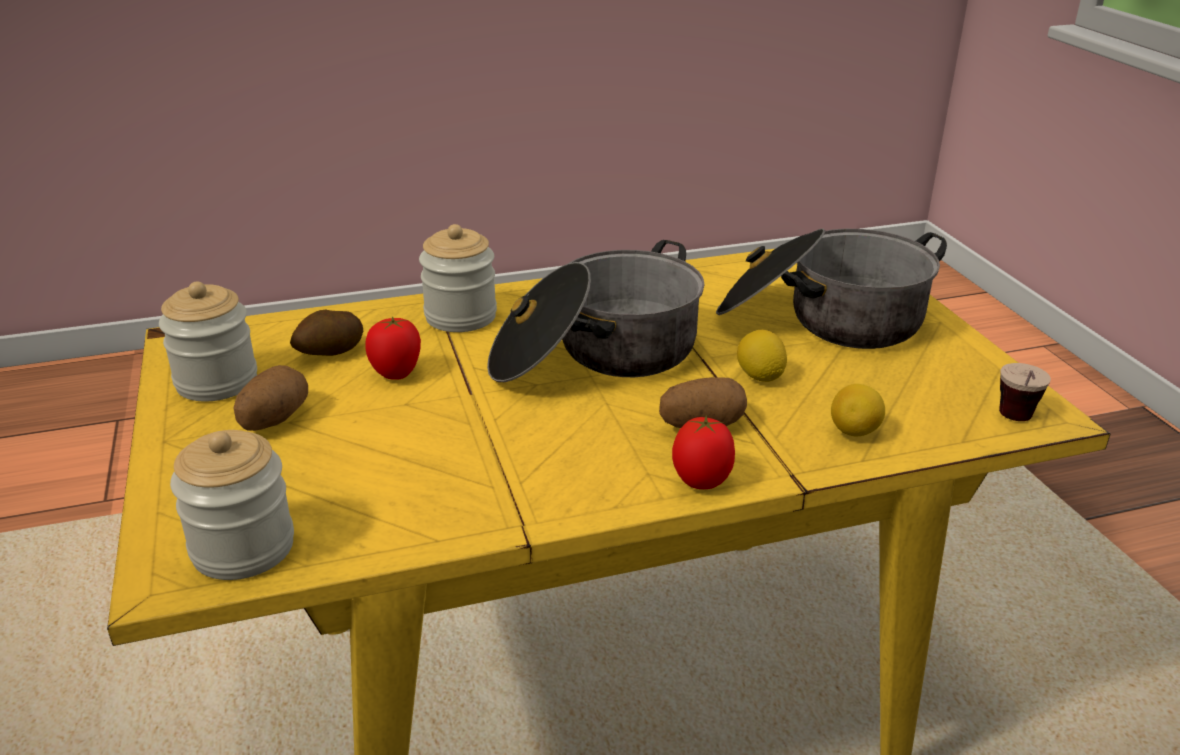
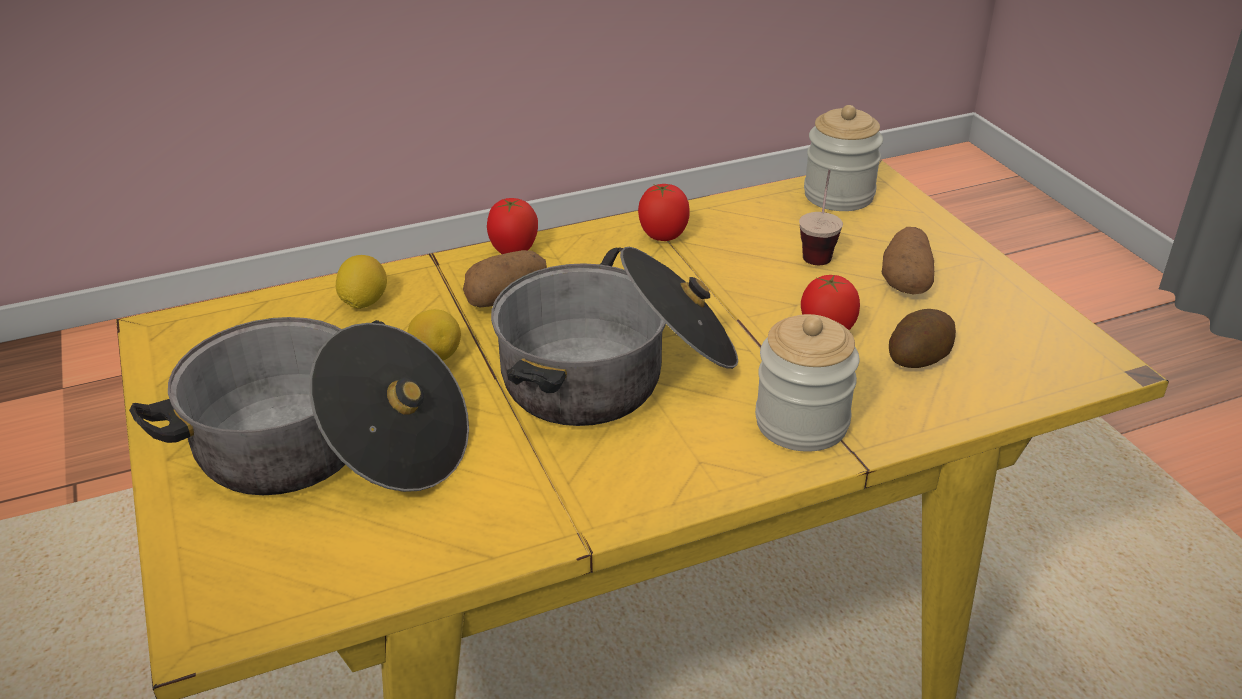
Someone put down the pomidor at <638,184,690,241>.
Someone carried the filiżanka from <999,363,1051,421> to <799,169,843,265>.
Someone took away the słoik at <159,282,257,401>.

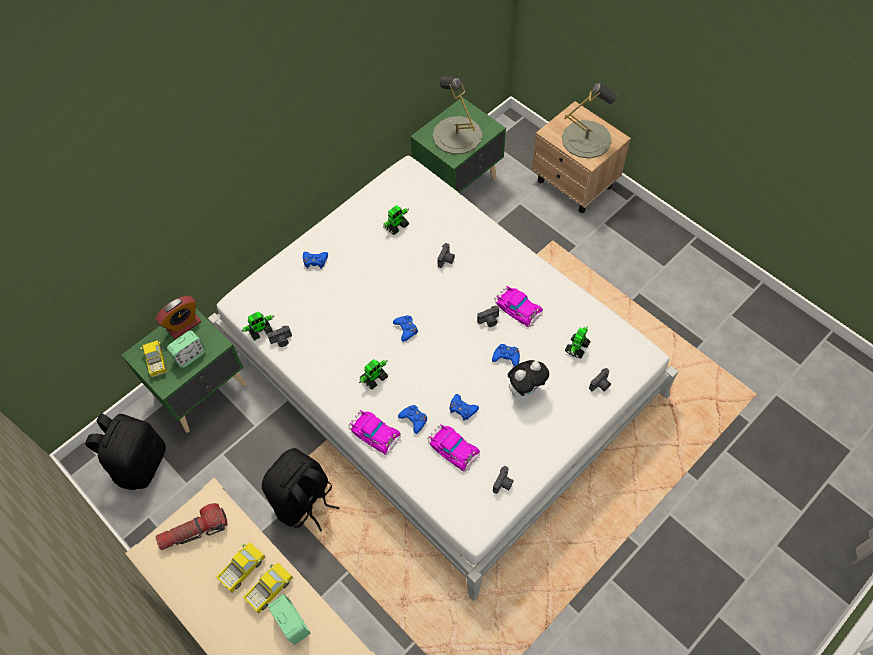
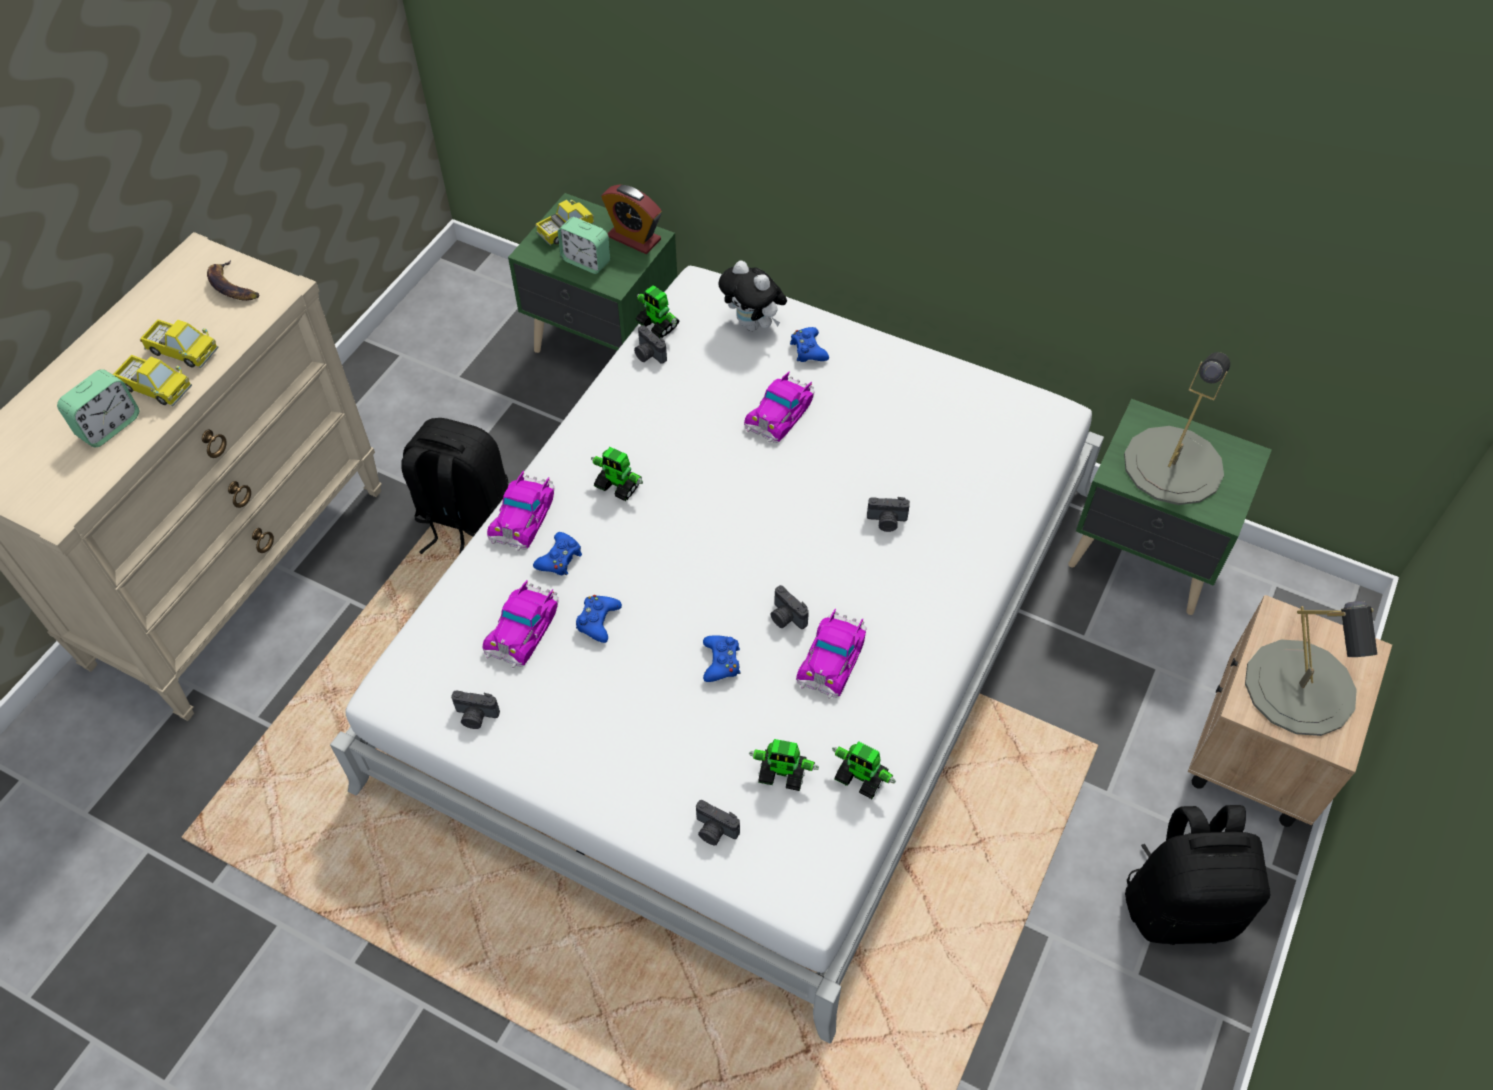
Someone swapped the latarka at <156,503,227,550> for the banan at <207,260,259,301>.
Someone carried the pluszak from <508,360,549,397> to <718,260,787,331>.
Someone put down the samochodzik at <744,371,815,443>.
Someone carried the robot zabawkowy from <383,205,409,235> to <832,741,896,799>.
Someone carried the plecak/czarny from <85,413,166,490> to <1125,805,1270,945>.
Someone took away the pad do gier/niebieski at <393,315,418,342>.

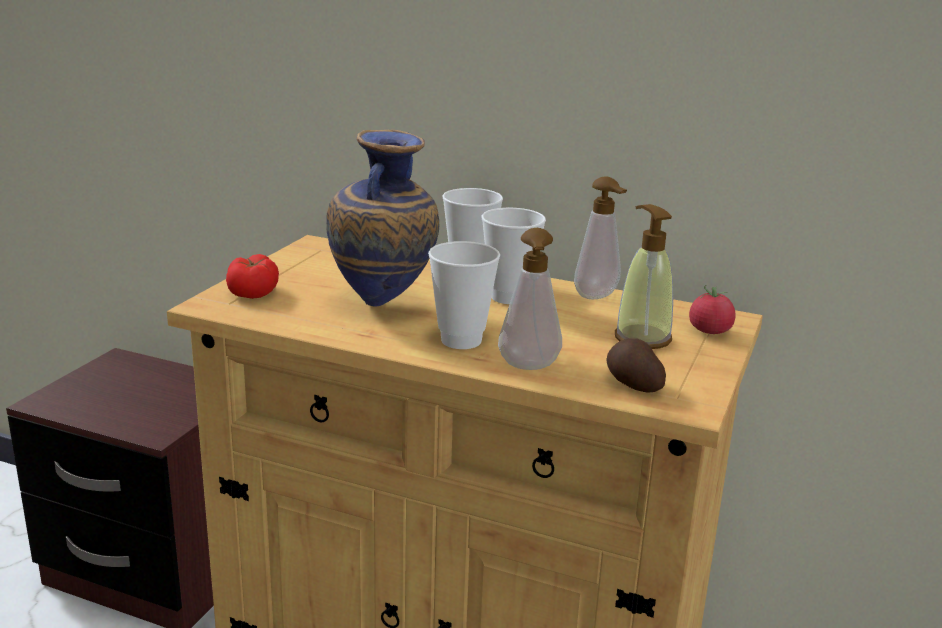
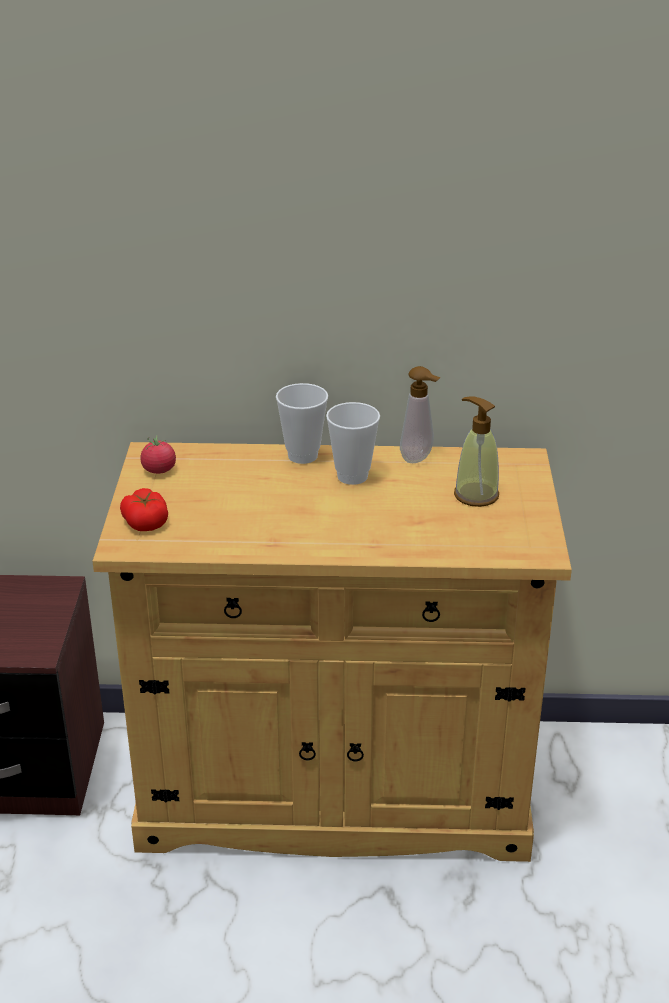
Someone carried the pomidor from <689,285,736,334> to <140,436,176,474>.
Someone took away the wazon at <326,130,439,306>.
Someone took away the filiżanka at <428,241,500,349>.
Someone took away the dozownik mydła at <498,228,562,370>.
Someone took away the ziemniak at <606,338,666,393>.

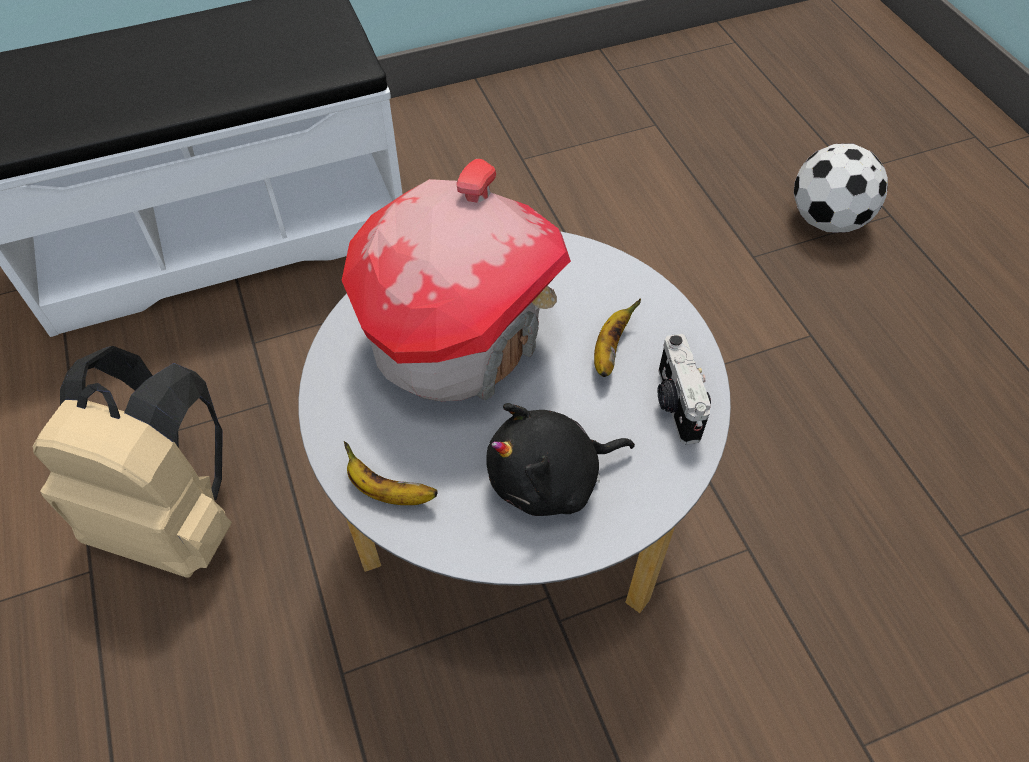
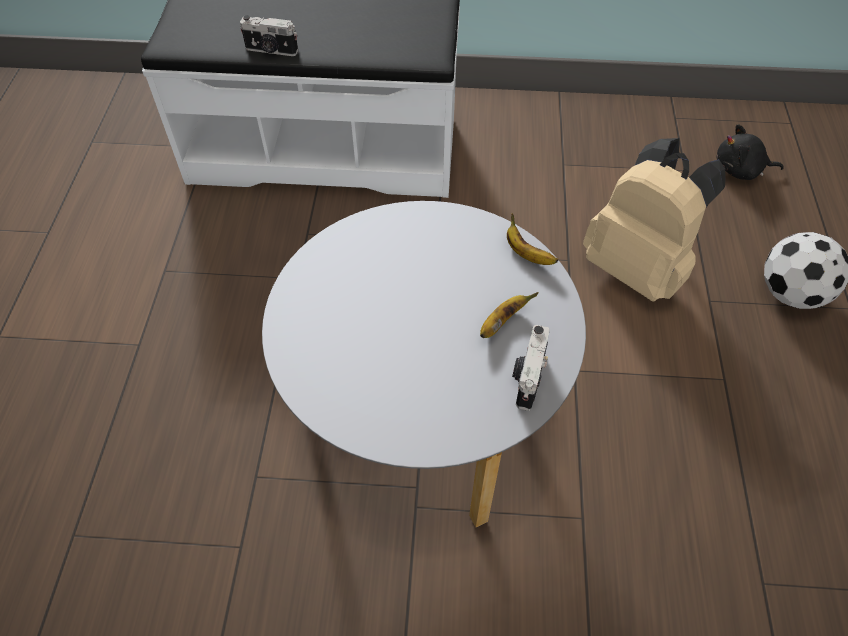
Someone put down the aparat fotograficzny at <240,15,298,56>.
Someone carried the banan from <344,441,438,505> to <507,214,558,265>.
Someone carried the plecak/beżowy from <33,346,232,578> to <583,138,725,302>.
Someone carried the pluszak/czarny from <486,403,635,516> to <716,124,784,180>.
Someone took away the domek at <342,159,571,401>.

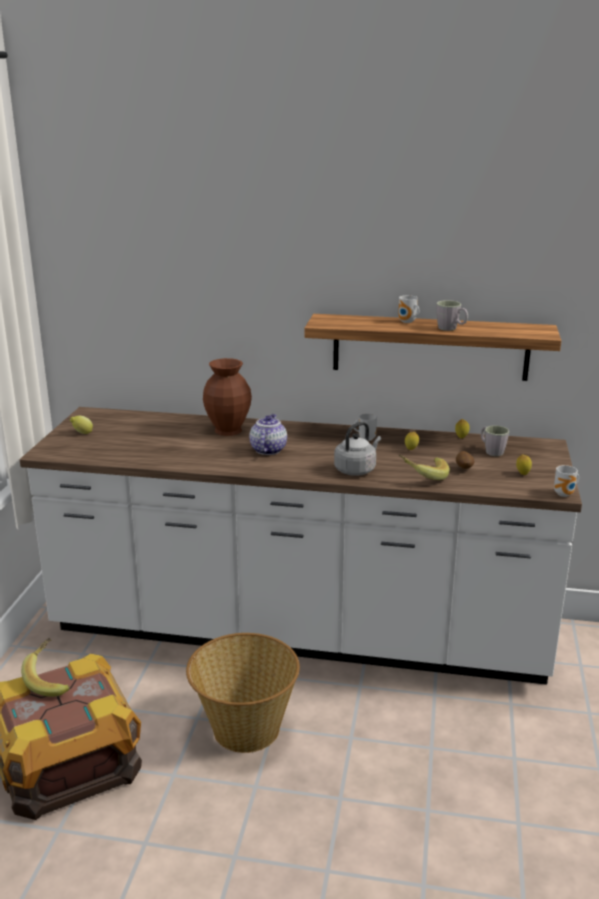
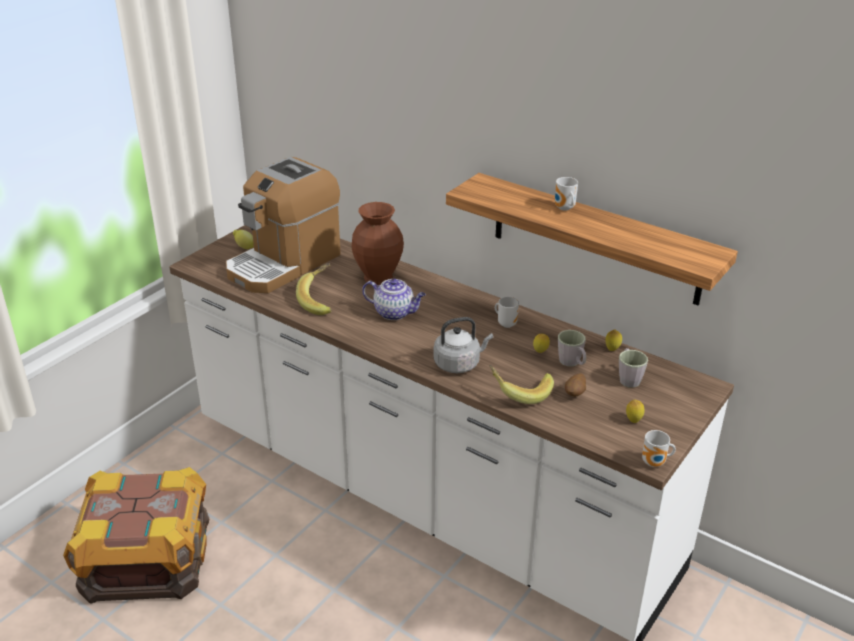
Someone put down the ekspres do kawy at <226,157,341,293>.
Someone carried the banan from <21,638,70,697> to <296,263,332,315>.
Someone rotated the imbryk at <249,414,287,455> by 75 degrees clockwise.
Someone carried the kubek/szary from <436,300,468,331> to <558,330,586,367>.
Someone took away the koszyk at <186,633,300,753>.

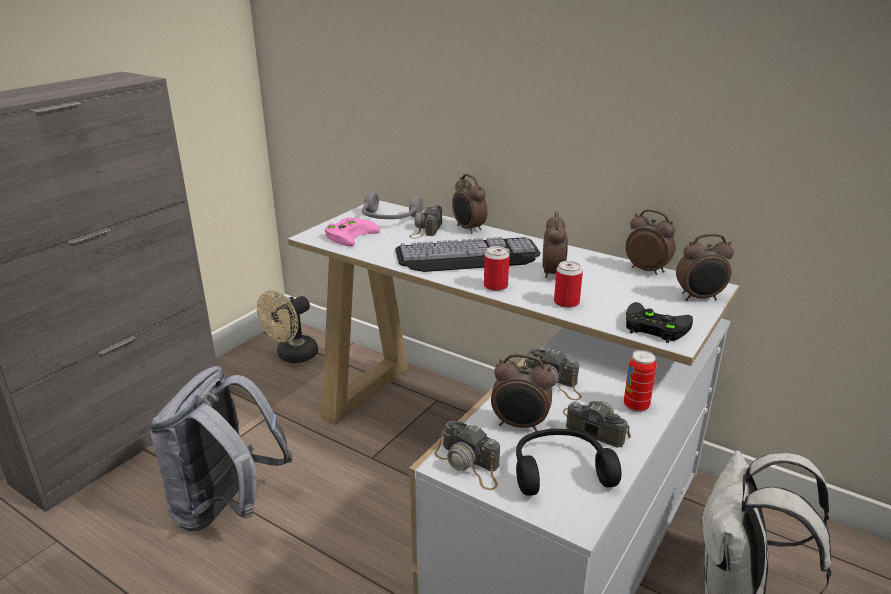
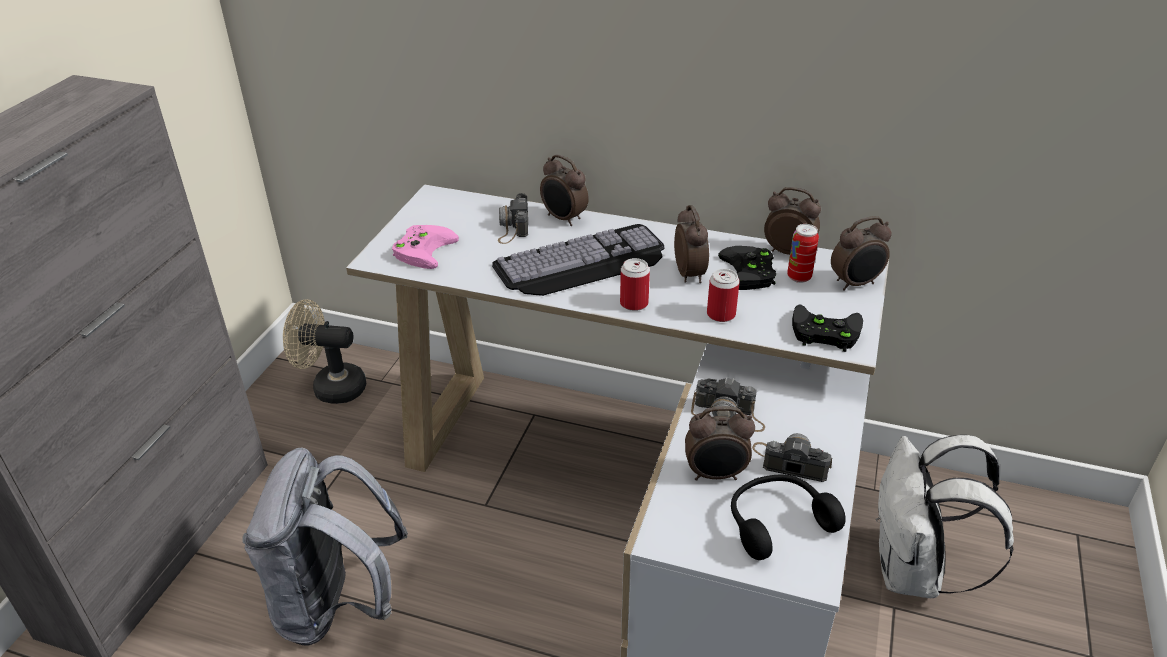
Someone rotated the wentylator/beżowy at <257,290,318,363> by 75 degrees clockwise.
Someone put down the pad do gier/czarny at <718,246,776,290>.
Someone carried the puszka from <624,350,657,412> to <787,224,819,283>.
Someone took away the słuchawki/szary at <362,191,423,219>.
Someone took away the aparat fotograficzny at <434,421,500,490>.

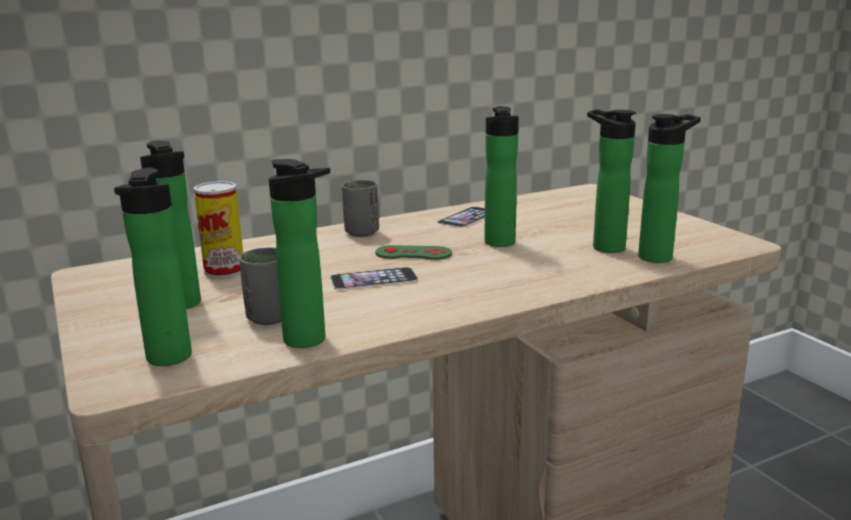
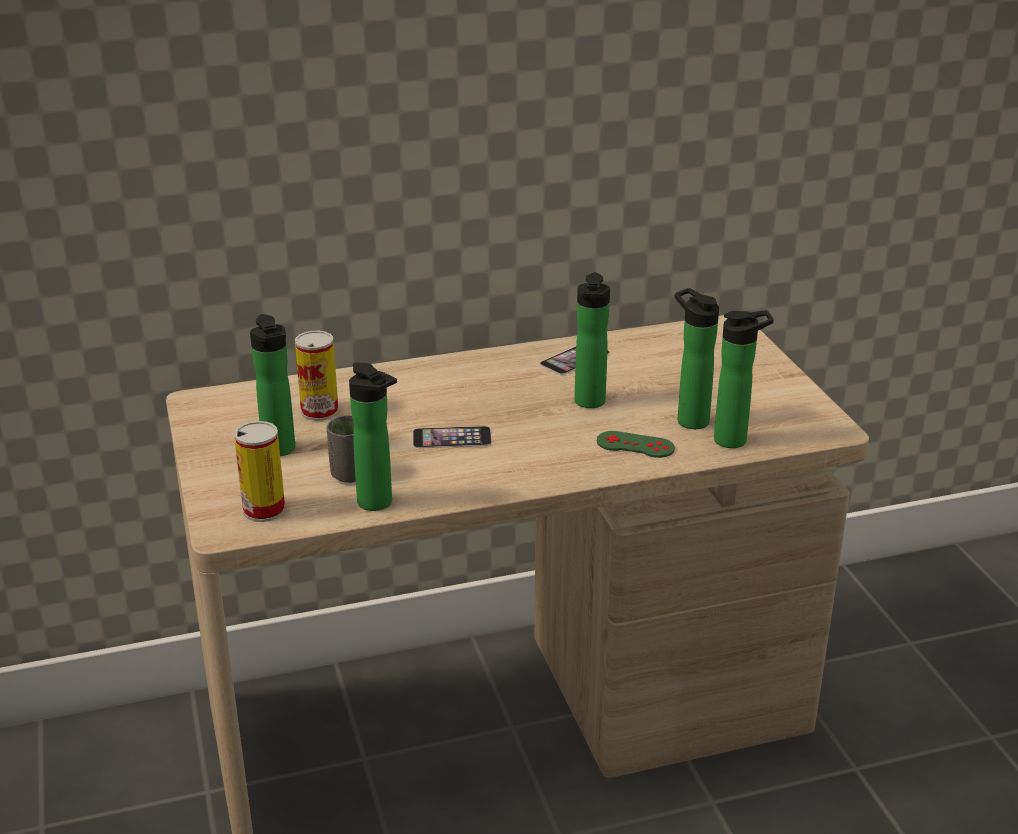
Someone swapped the butelka at <114,167,192,366> for the puszka at <234,421,285,522>.
Someone carried the pad do gier/zielony from <375,245,452,260> to <597,431,675,458>.
Someone took away the filiżanka/szary at <342,180,379,237>.

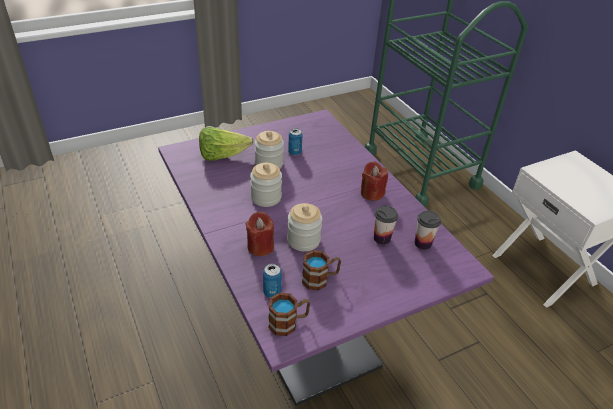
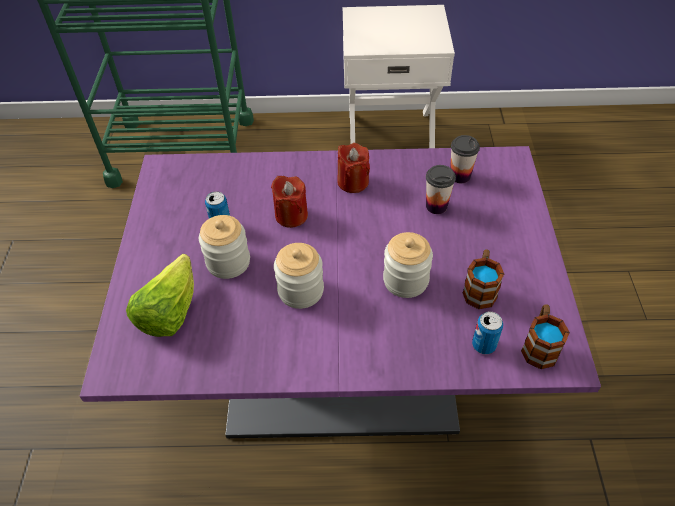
Someone carried the świeca/czerwony from <246,212,274,256> to <271,176,308,228>.

